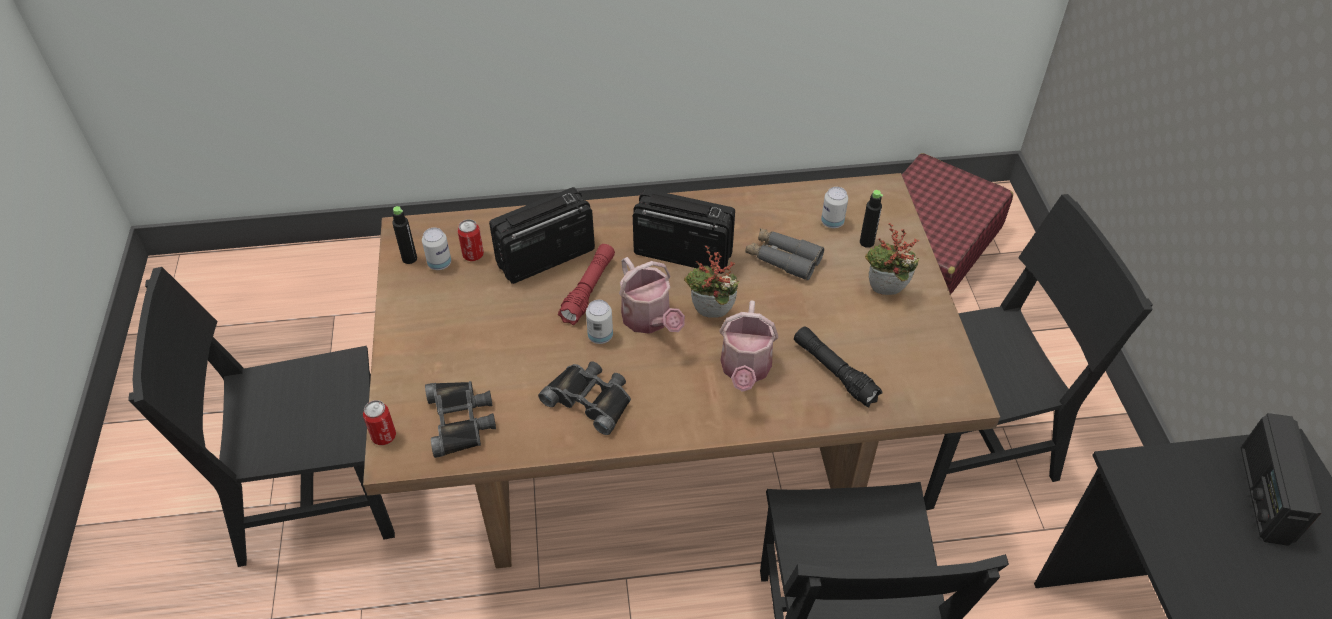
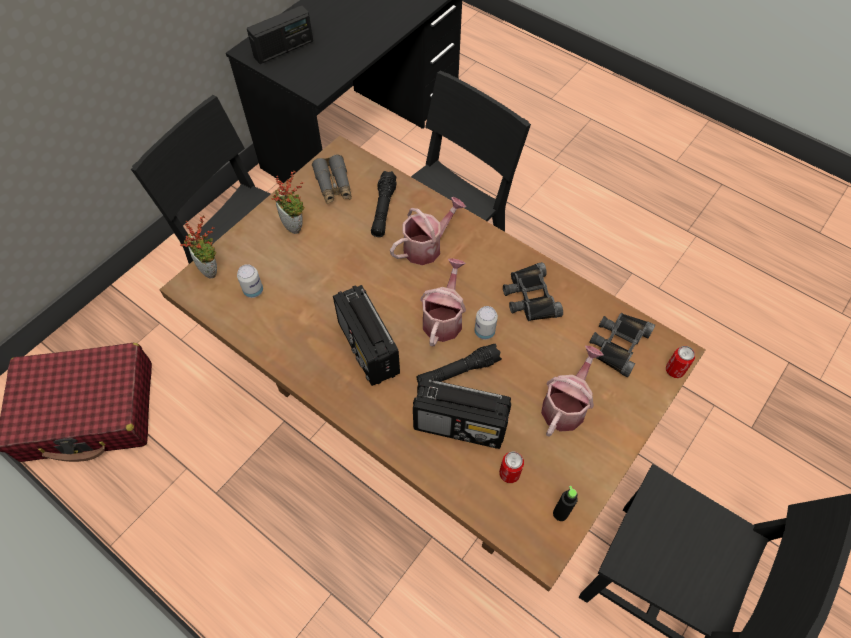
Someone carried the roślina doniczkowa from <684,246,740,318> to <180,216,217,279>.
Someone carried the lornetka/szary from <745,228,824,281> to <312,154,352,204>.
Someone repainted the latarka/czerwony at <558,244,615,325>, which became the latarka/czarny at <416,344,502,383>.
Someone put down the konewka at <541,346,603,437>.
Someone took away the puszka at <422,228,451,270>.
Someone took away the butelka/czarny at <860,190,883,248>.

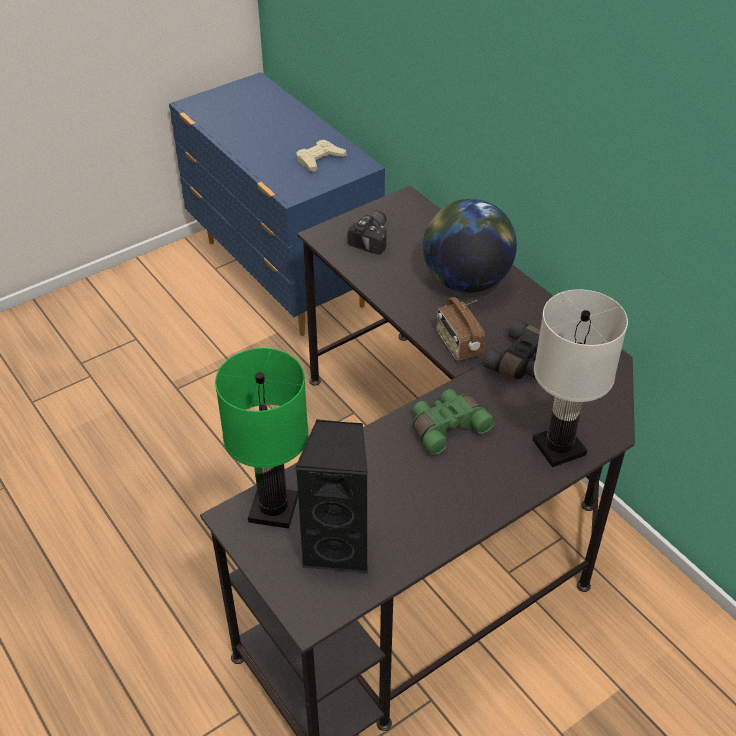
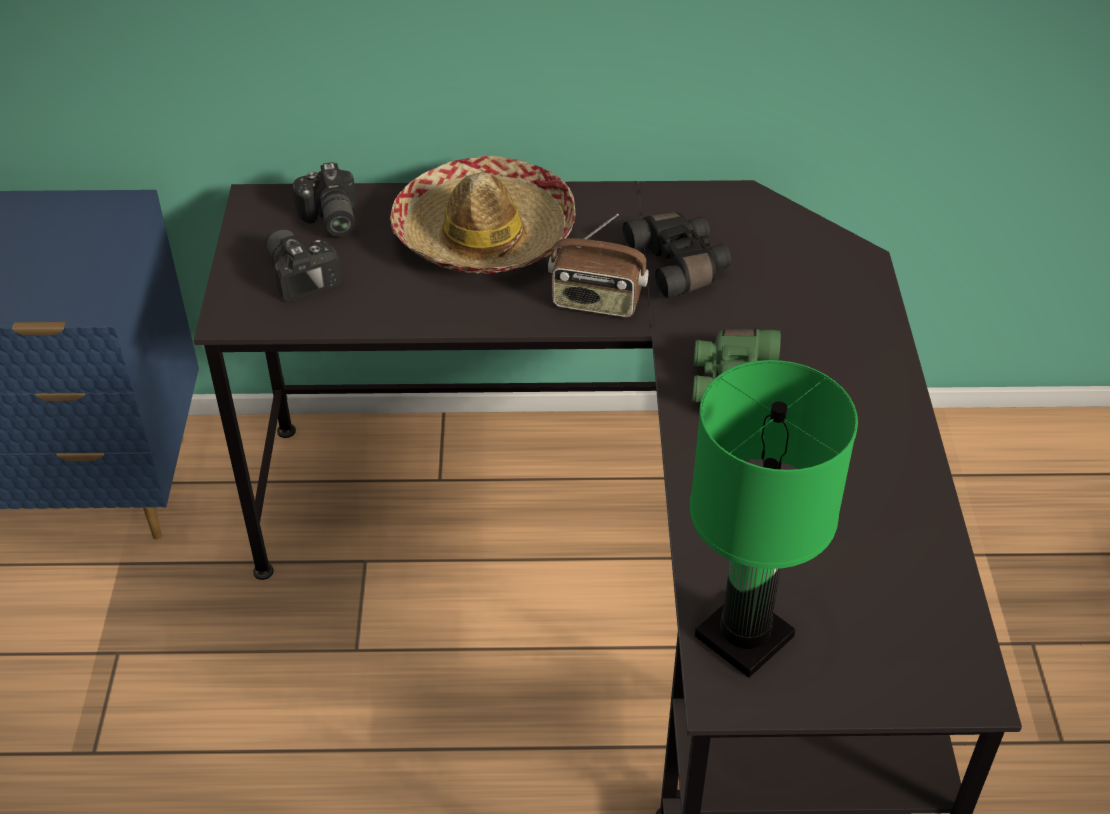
Someone put down the aparat fotograficzny at <292,162,357,237>.
Someone swapped the globus at <423,199,517,293> for the kapelusz at <390,156,575,274>.
Someone took away the głośnik/czarny at <295,419,368,573>.
Someone took away the pad do gier/beżowy at <296,140,346,171>.
Someone took away the lampa stołowa/biały at <532,289,628,467>.

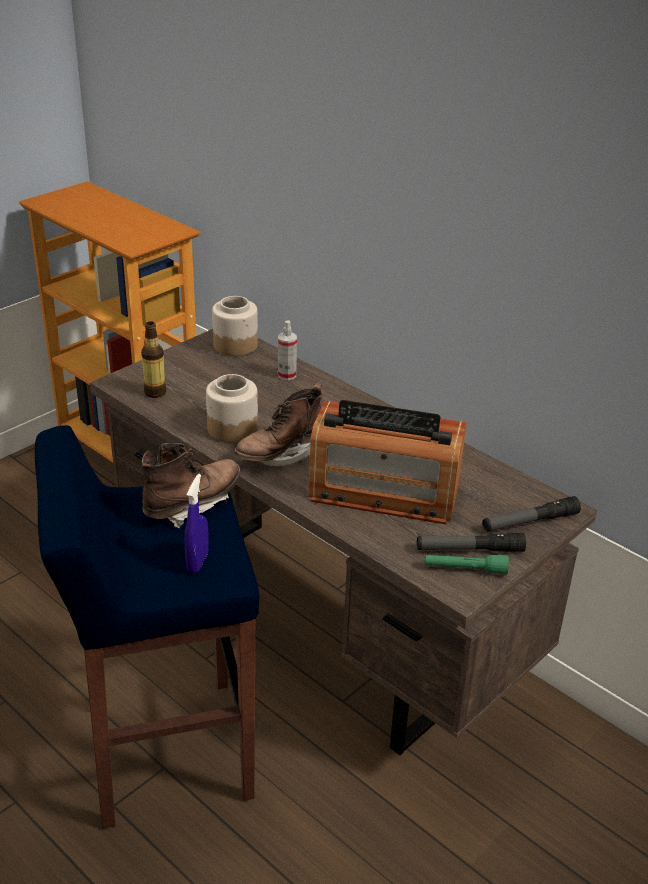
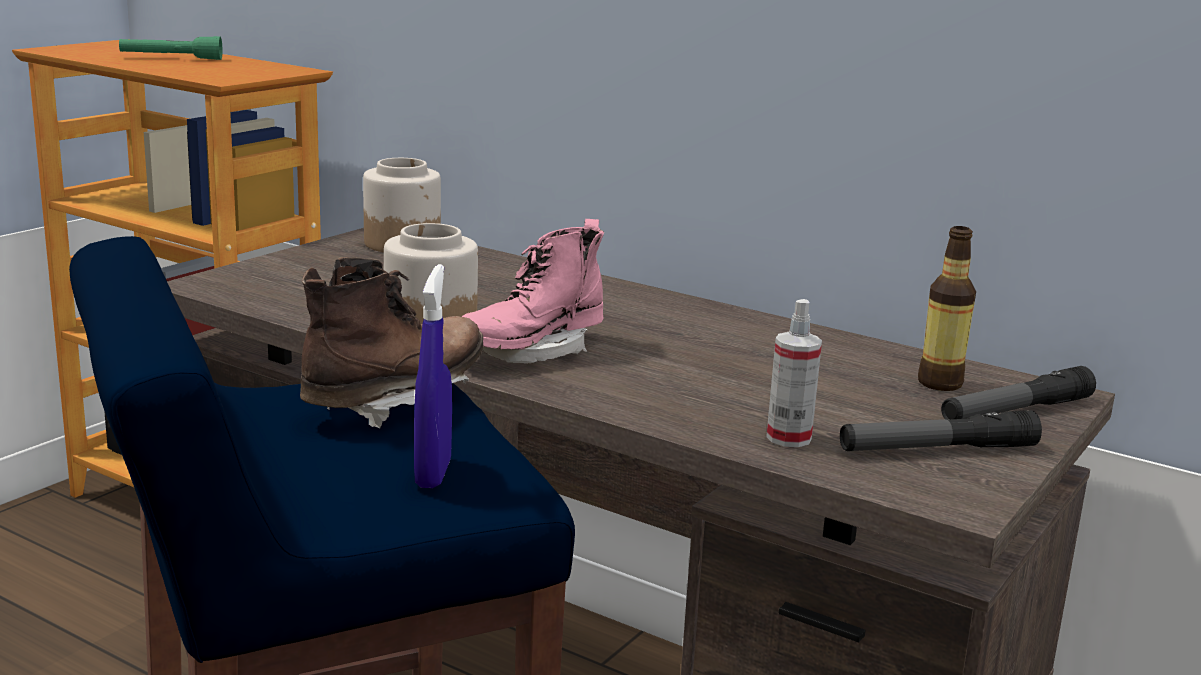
Someone carried the latarka/zielony from <425,555,509,575> to <119,36,222,60>.
Someone repainted the but z cholewką/brązowy at <234,383,323,467>, which became the but z cholewką/różowy at <462,219,604,364>.
Someone carried the spryskiwacz from <278,320,297,380> to <766,299,822,447>.
Someone carried the butelka from <141,321,166,398> to <918,226,976,391>.
Someone took away the radio at <308,400,467,524>.

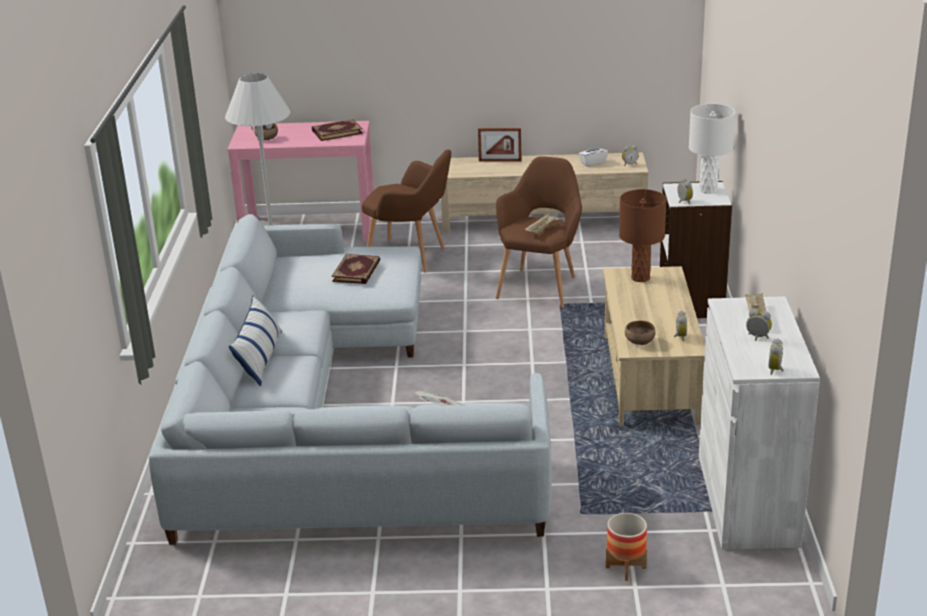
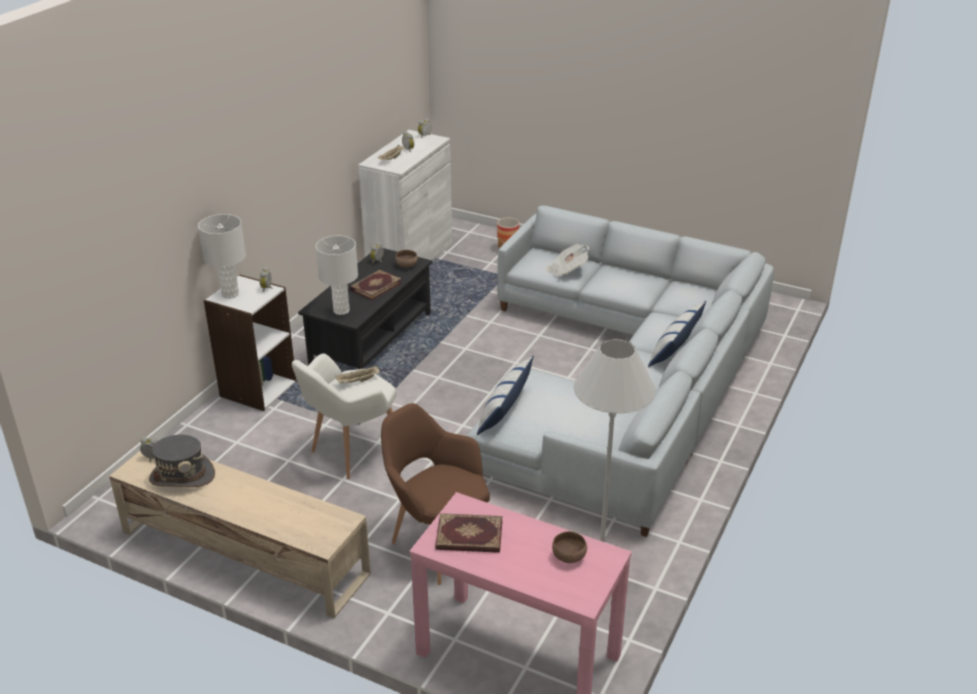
Someone swapped the pudełko chusteczek/biały at <579,143,608,167> for the kapelusz/szary at <149,435,215,487>.
Someone repainted the fotel/brązowy at <496,156,582,308>, which became the fotel/biały at <292,354,397,479>.
Someone repainted the ława/beżowy at <603,266,705,426>, which became the ława/czarny at <298,248,433,369>.
Someone repainted the lampa stołowa/brązowy at <619,189,667,282>, which became the lampa stołowa/biały at <316,236,358,315>.
Someone carried the książka from <332,254,380,284> to <350,270,402,300>.
Someone put down the poduszka at <477,356,534,435>.
Someone took away the ramka na zdjęcie at <478,128,522,162>.

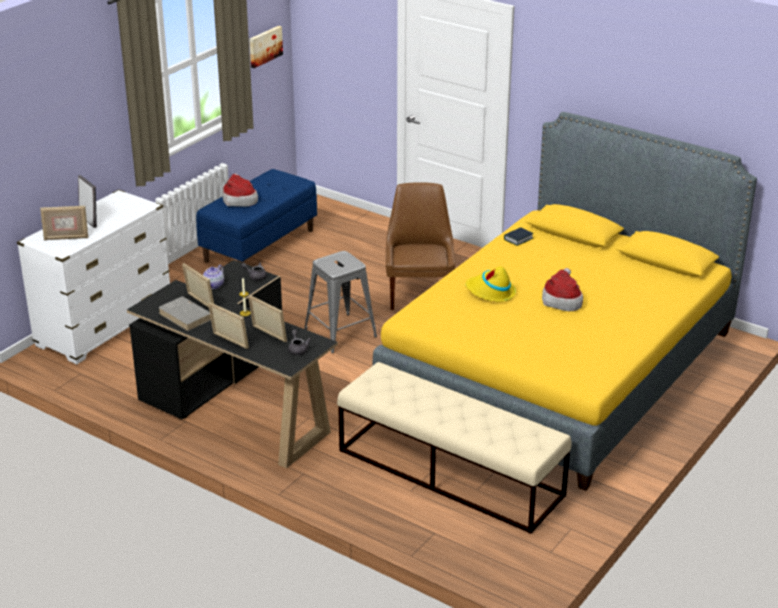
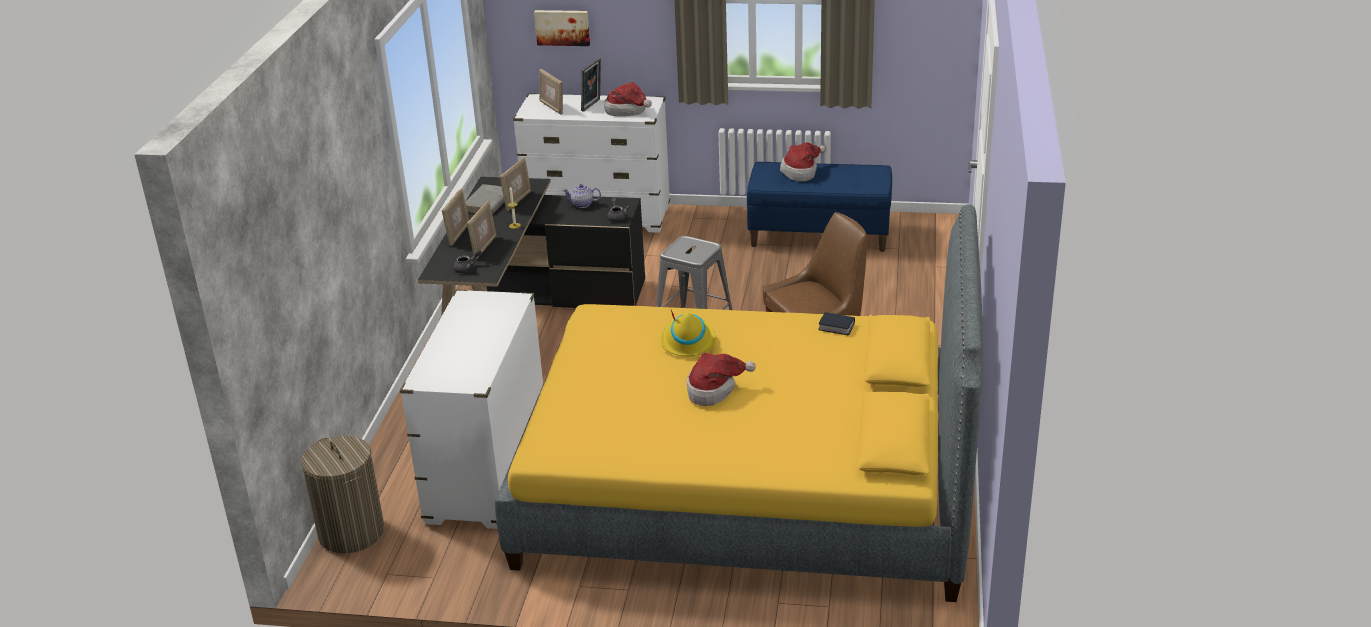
Someone put down the kosz na pranie at <301,436,384,553>.
Someone swapped the ławka/beżowy at <337,362,571,534> for the komoda/biały at <400,290,543,529>.
Someone carried the obraz from <249,26,283,68> to <534,10,590,46>.
Someone put down the kapelusz at <604,82,652,116>.

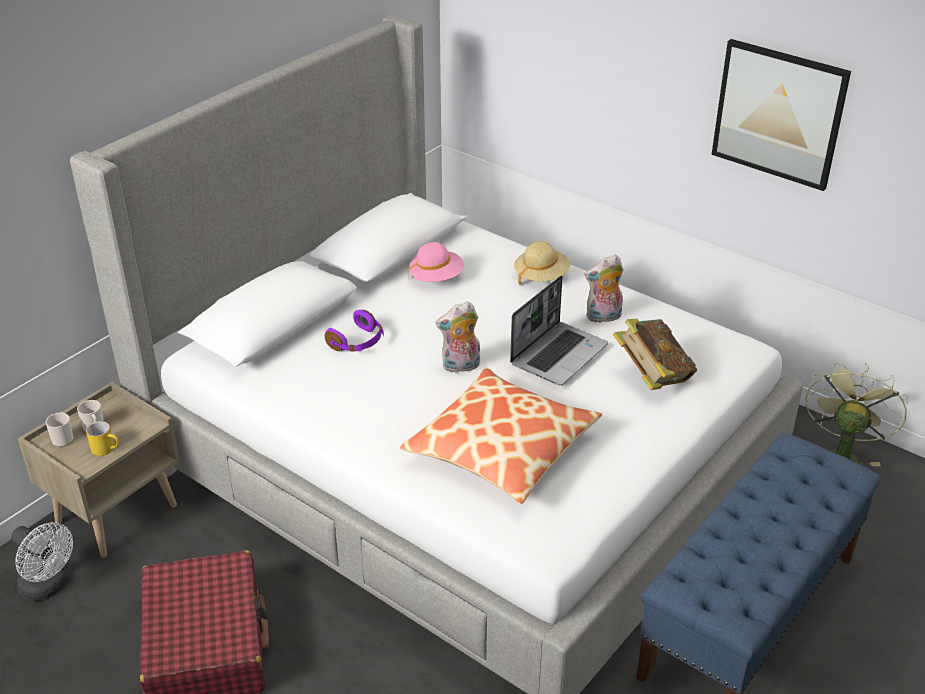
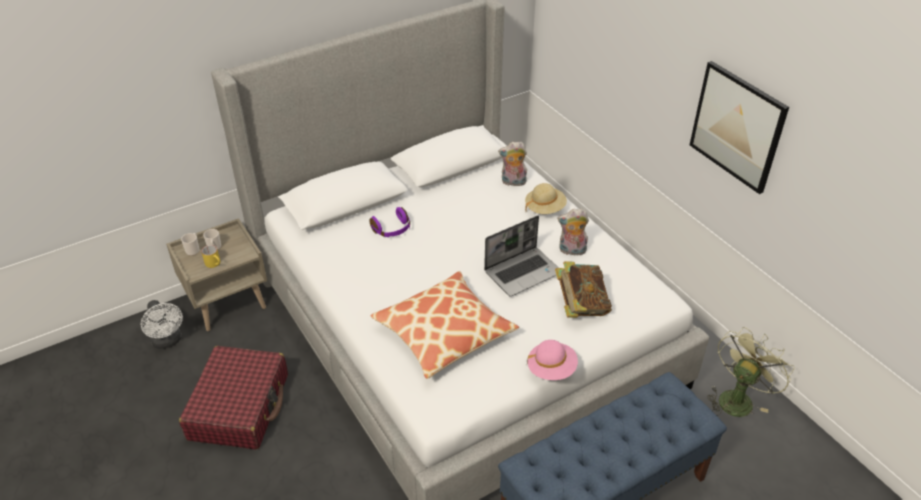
Someone carried the pluszak from <436,302,480,373> to <498,141,527,186>.
Someone carried the kapelusz/różowy from <409,242,464,282> to <527,340,578,380>.

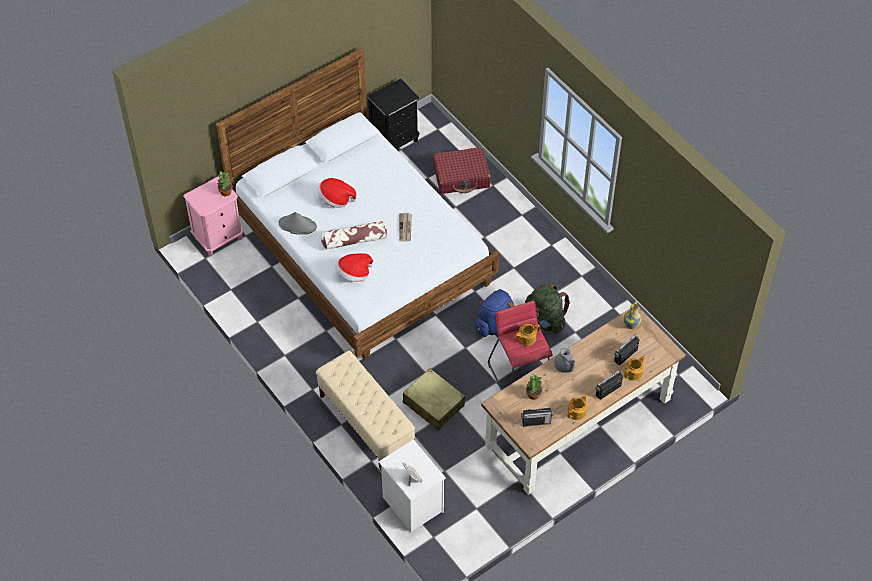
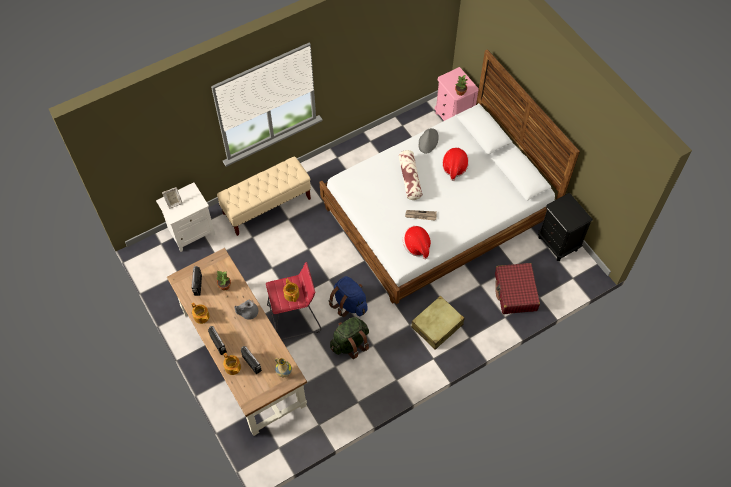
Someone carried the kapelusz from <336,254,373,282> to <403,226,431,260>.
Someone carried the walizka/beżowy from <403,368,465,430> to <411,296,464,350>.

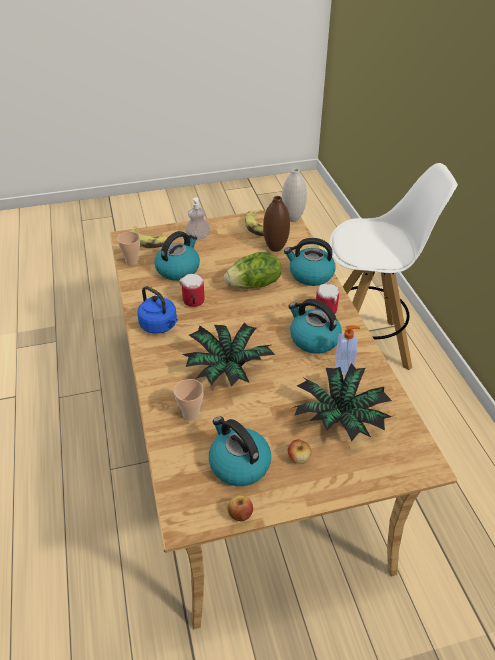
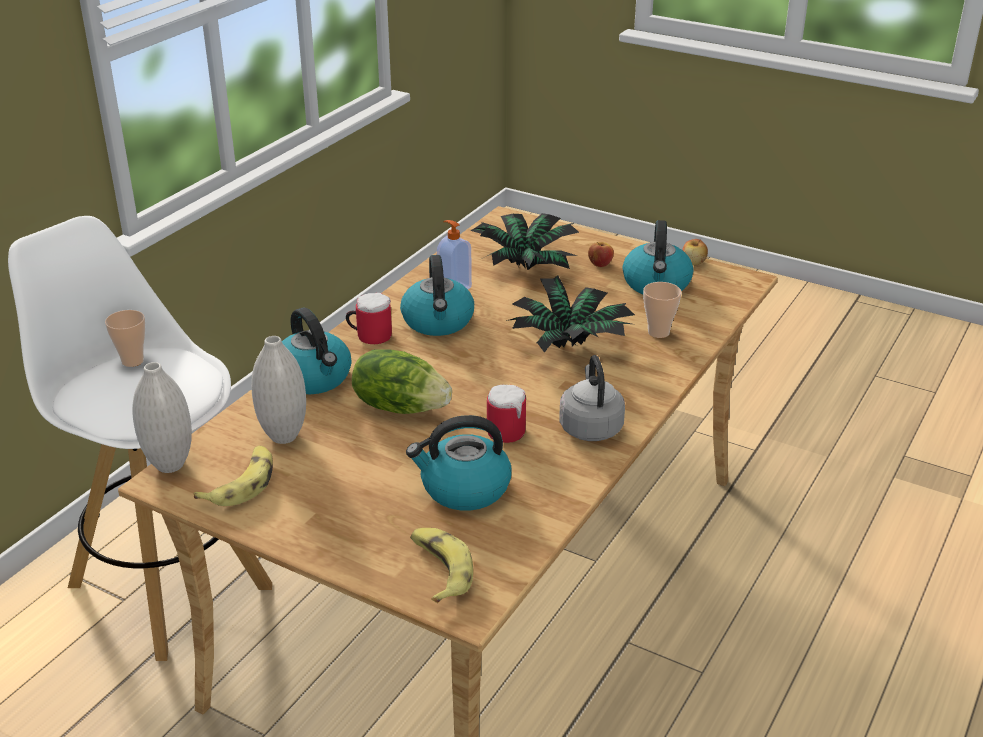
Someone carried the filiżanka from <117,232,140,265> to <105,310,145,367>.
Someone repainted the wazon/brązowy at <263,196,290,252>, which became the wazon/biały at <251,336,306,444>.
Someone repainted the czajnik/niebieski at <137,286,178,334>, which became the czajnik/szary at <559,355,625,441>.
Someone took away the dozownik mydła at <185,197,210,240>.

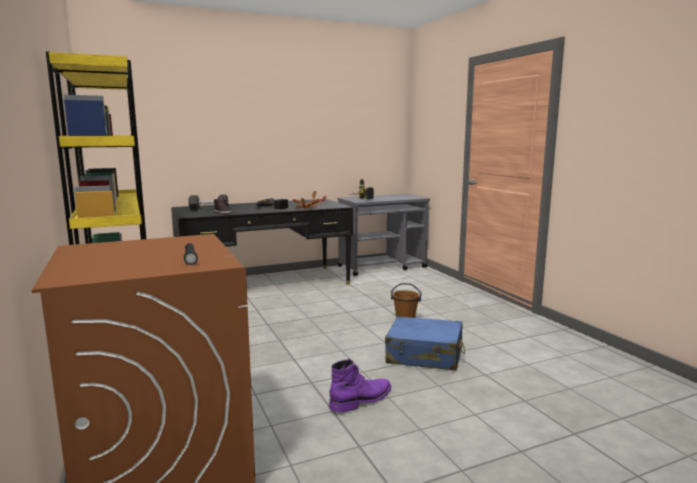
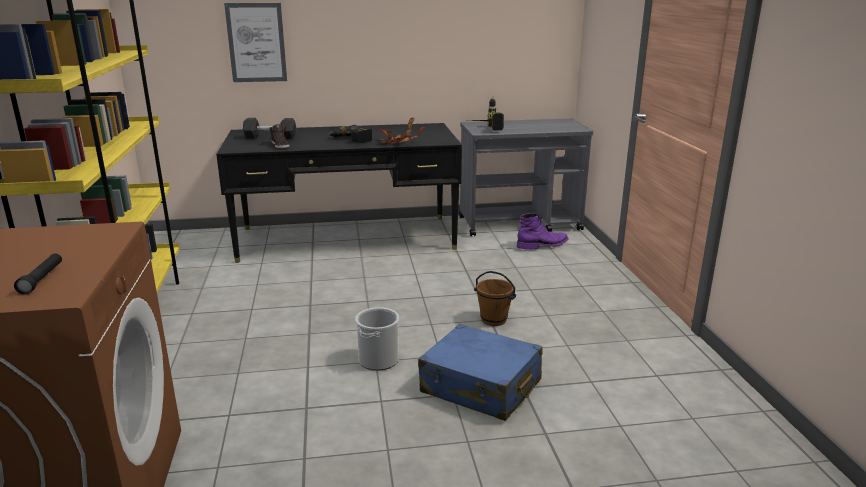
Someone put up the obraz at <224,3,287,82>.
Someone put down the wiadro at <355,307,399,371>.
Someone carried the but z cholewką/fioletowy from <329,359,392,412> to <517,212,569,250>.

